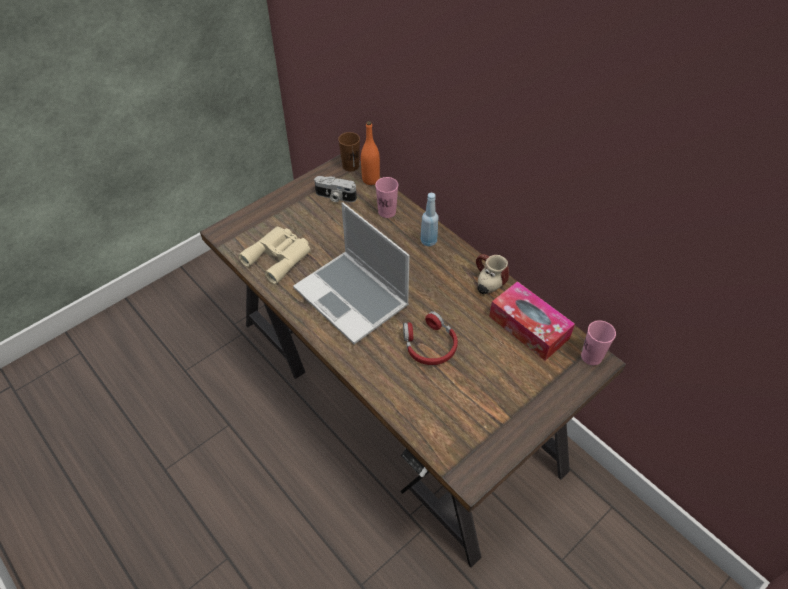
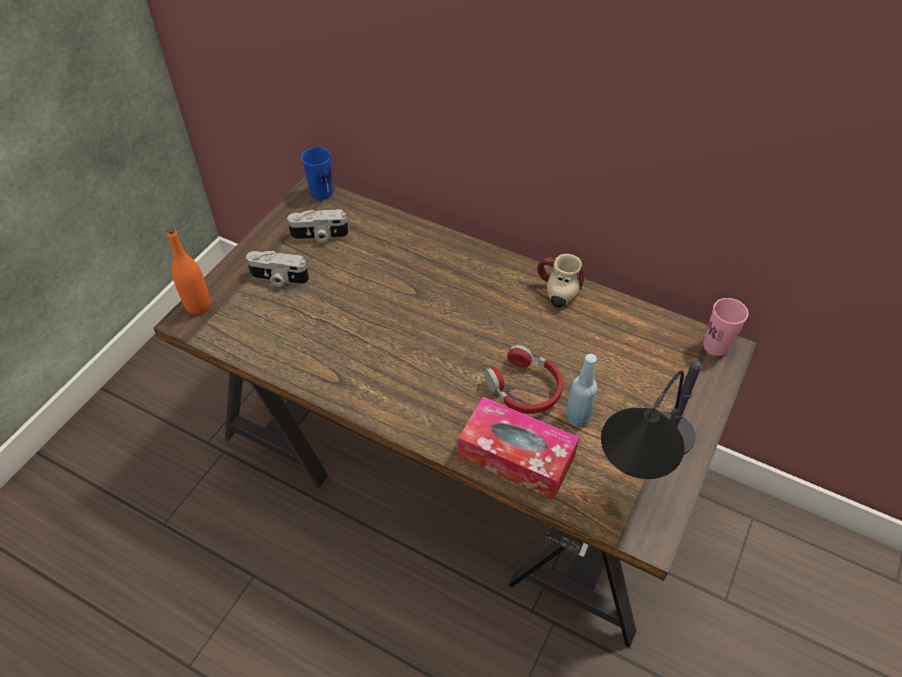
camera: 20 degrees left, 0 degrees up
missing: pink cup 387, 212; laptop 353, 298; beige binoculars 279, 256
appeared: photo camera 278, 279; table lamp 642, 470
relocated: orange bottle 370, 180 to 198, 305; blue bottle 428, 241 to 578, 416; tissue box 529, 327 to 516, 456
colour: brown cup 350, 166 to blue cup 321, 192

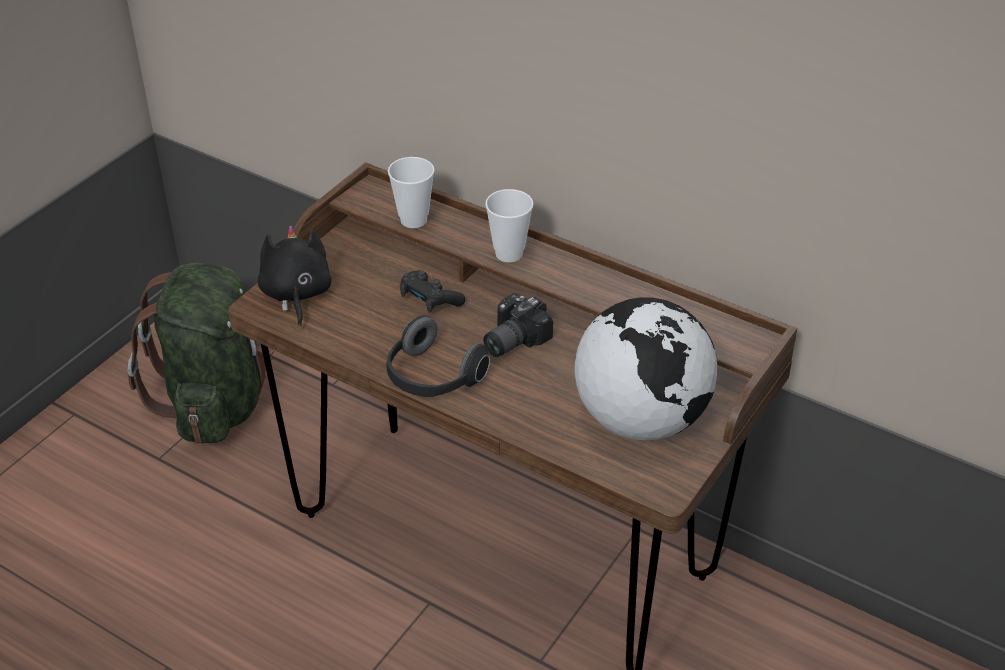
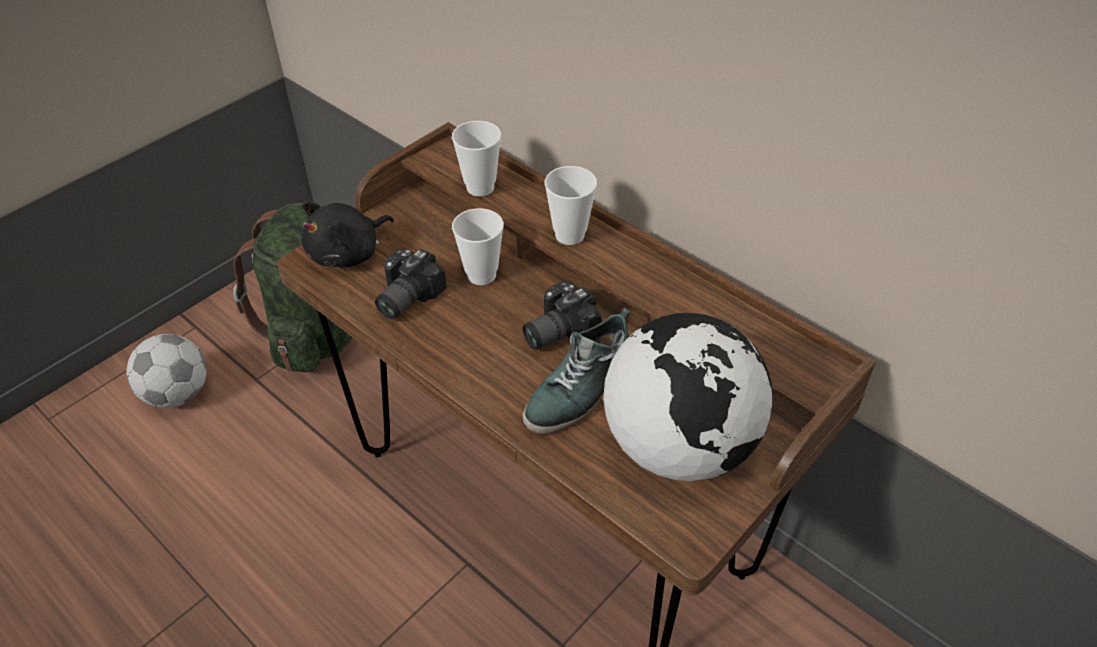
camera: 10 degrees right, 5 degrees up
missing: headphones 432, 378
appeared: photo camera 404, 297; shoe 580, 389; football 178, 393
exchanged: black game controller 429, 300 to cup 481, 275
spun: black plush toy 296, 294 = 348, 253 135 degrees counterclockwise

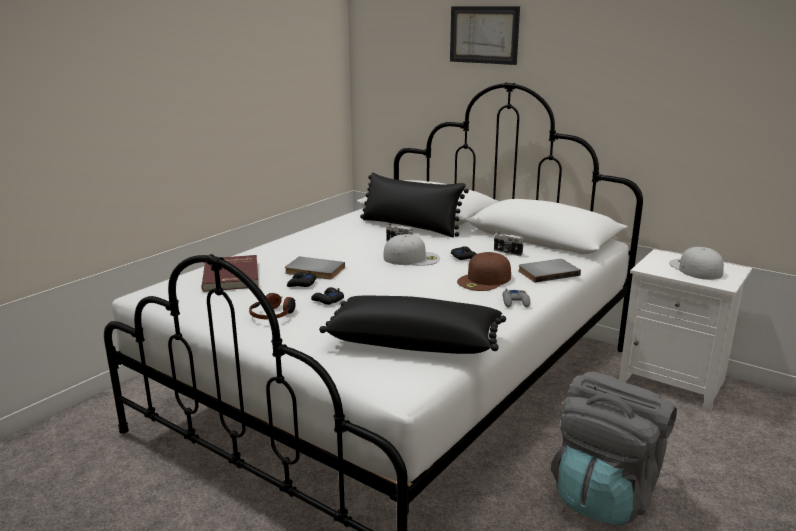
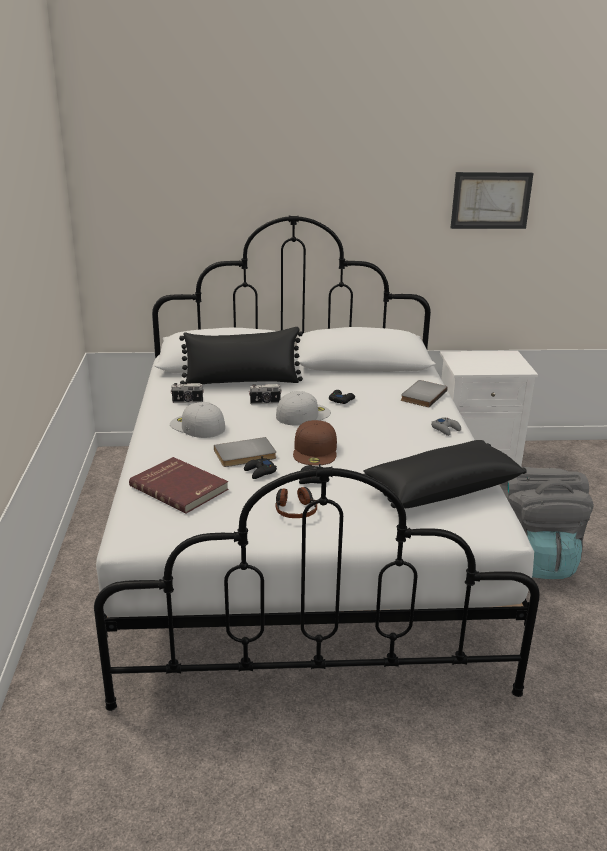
camera: 40 degrees left, 5 degrees up
relocated: picture 484, 35 to 491, 200; photo camera 507, 252 to 187, 401; white cap 694, 269 to 196, 426; brown cap 484, 280 to 315, 450

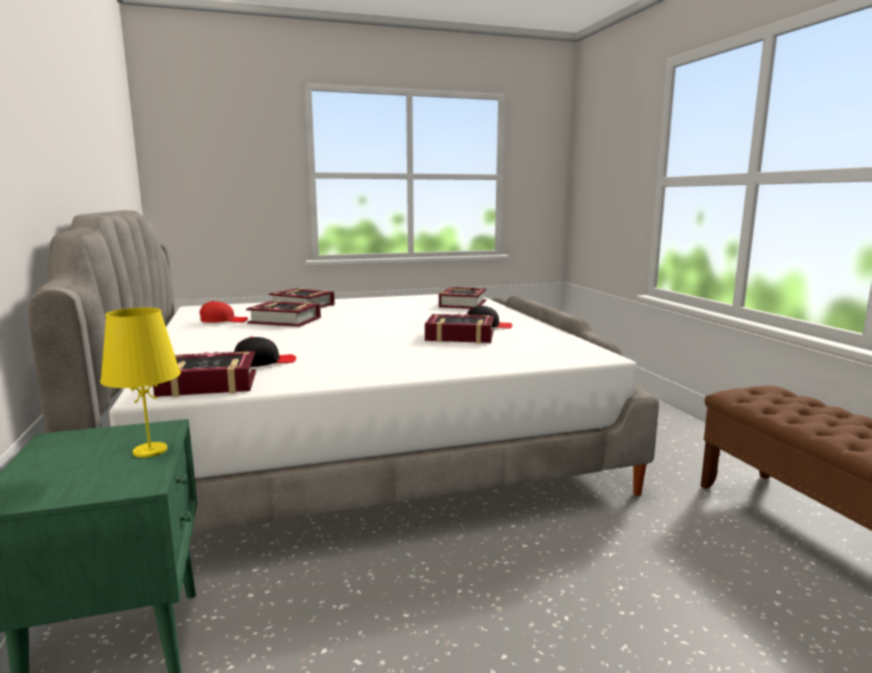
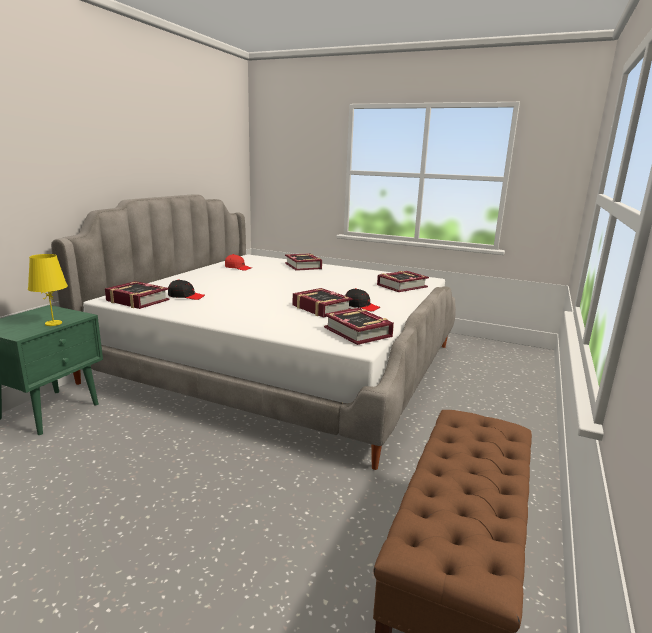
camera: 40 degrees right, 5 degrees up
relocated: book 285, 320 to 358, 332

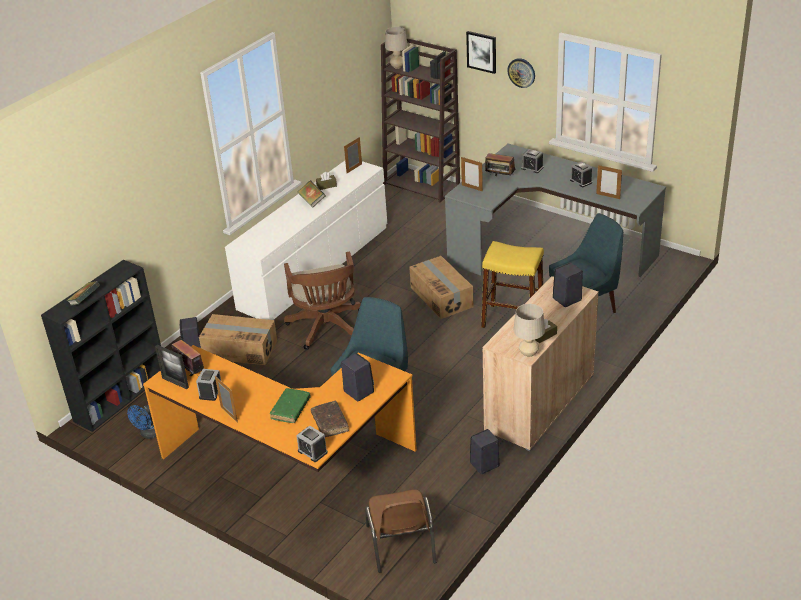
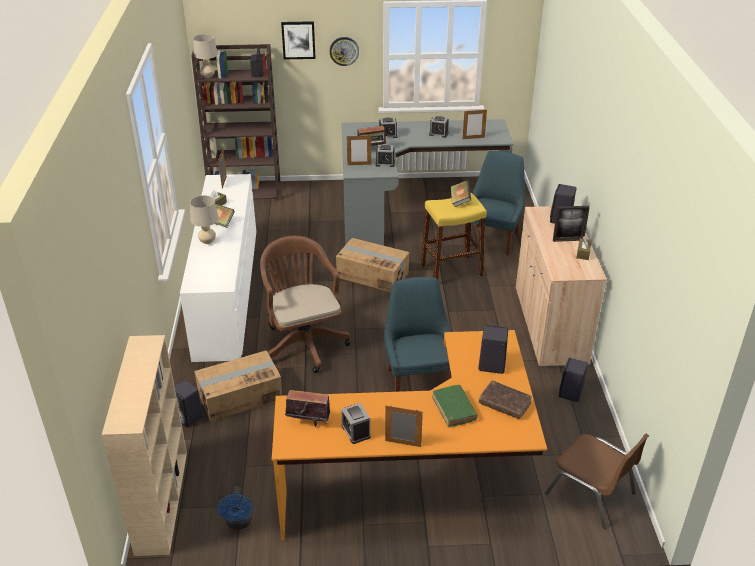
camera: 40 degrees left, 0 degrees up
relocated: book 85, 301 to 460, 201; beige table lamp 528, 353 to 207, 241; picture frame 175, 382 to 568, 240; alarm clock 312, 451 to 385, 163
colour: black bookcase 122, 396 to beige bookcase 161, 500
spun: brown office chair 327, 329 = 303, 342 150 degrees counterclockwise

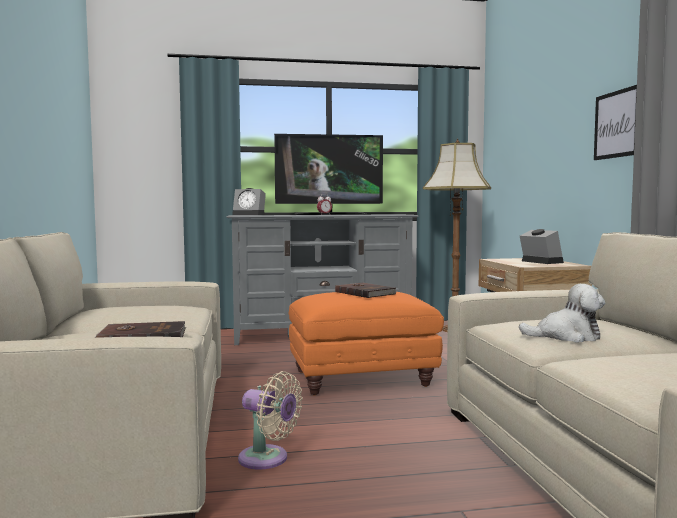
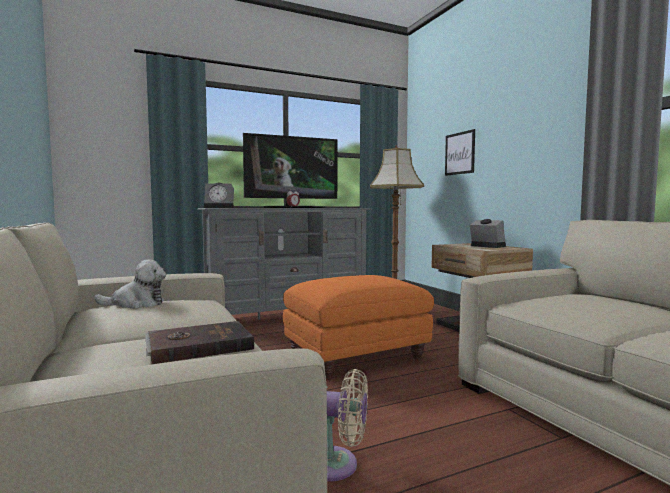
camera: 15 degrees left, 0 degrees up
missing: brown book 365, 293
relocated: picture 617, 124 to 460, 153; plush toy 566, 336 to 136, 304

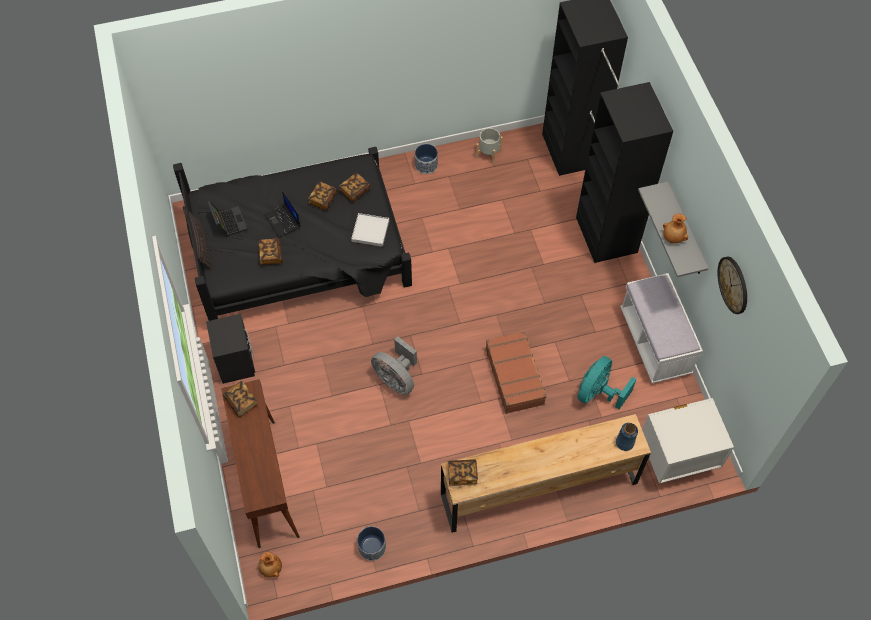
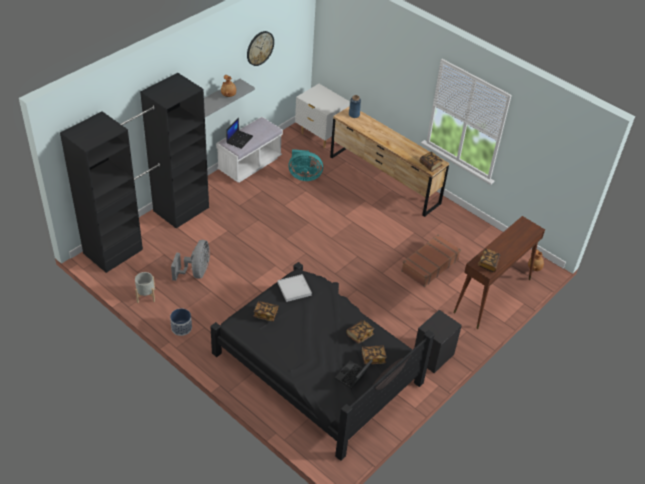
camera: 125 degrees left, 15 degrees down
missing: planter 372, 547
relocated: book 323, 200 to 373, 358; laptop 283, 221 to 239, 139; brown suitcase 515, 376 to 429, 265; grey fan 396, 379 to 196, 272

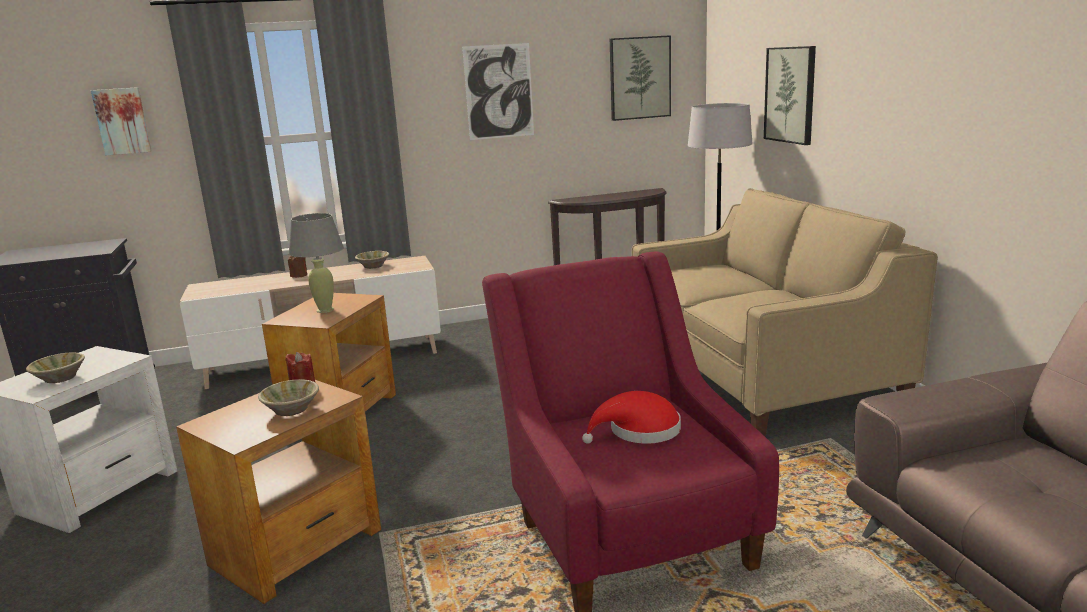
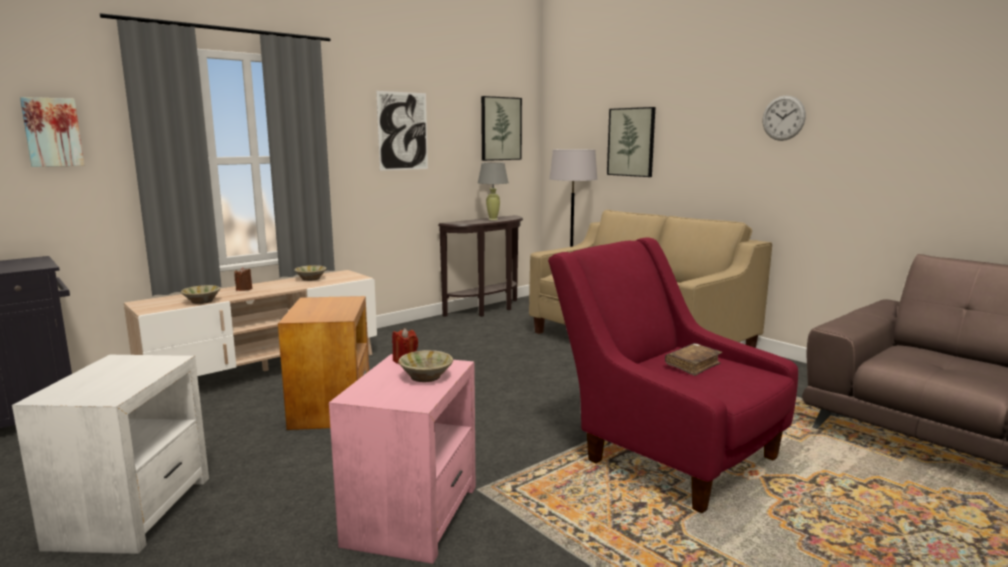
camera: 25 degrees left, 5 degrees down
appeared: wall clock 783, 118
relocated: grey table lamp 325, 310 to 493, 219; beige bowl 59, 378 to 201, 301
exchanged: red hat 639, 431 to brown book 693, 365
colour: brown side table 298, 547 to pink side table 413, 514

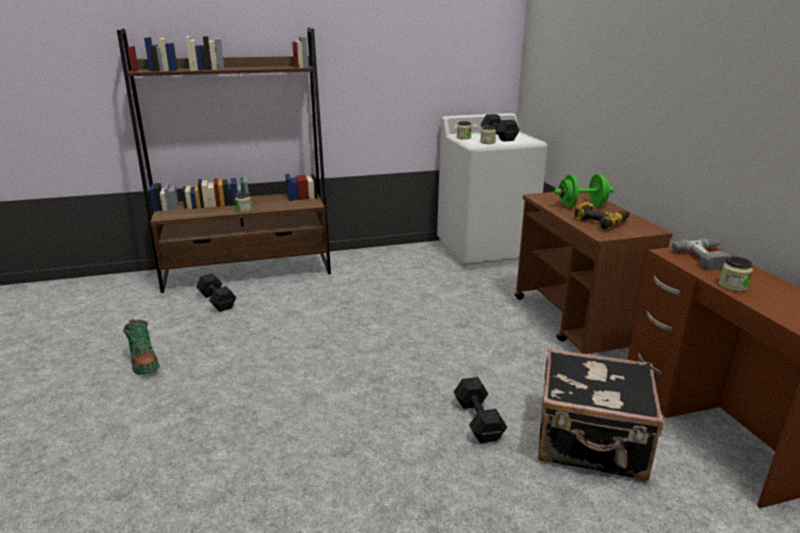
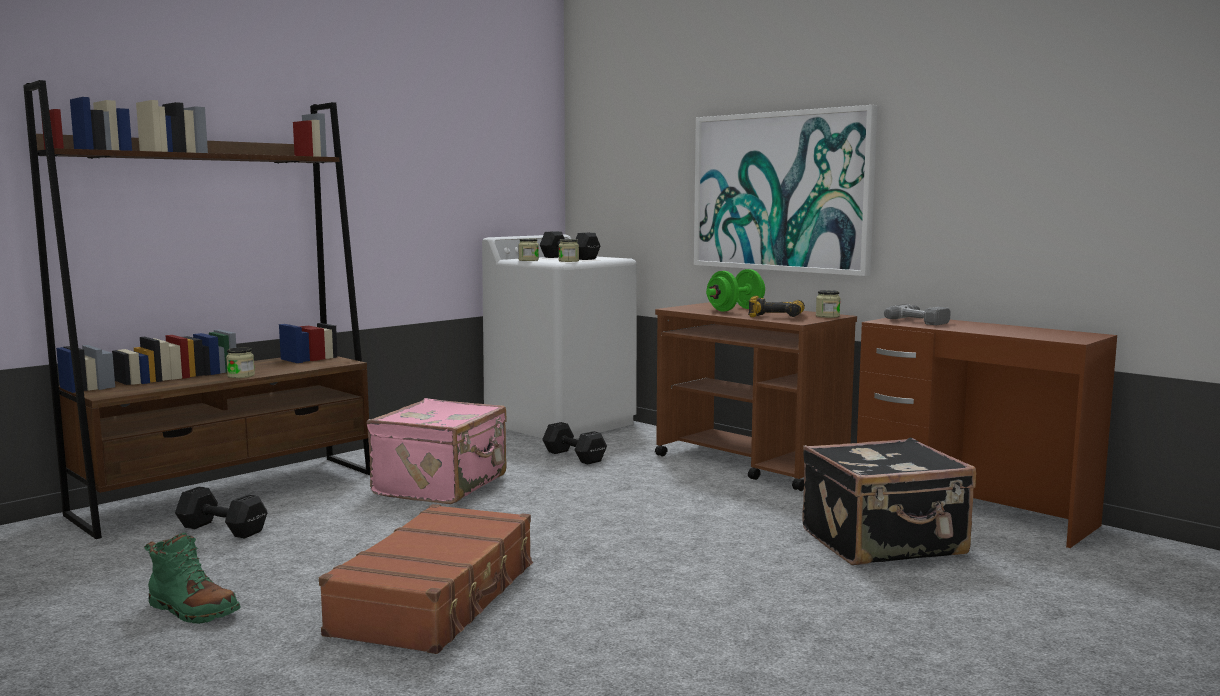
camera: 30 degrees left, 15 degrees down
appeared: picture 781, 191; pink suitcase 443, 485; brown suitcase 438, 598
relocated: jar 732, 286 to 827, 316; black dumbbell 478, 422 to 574, 457

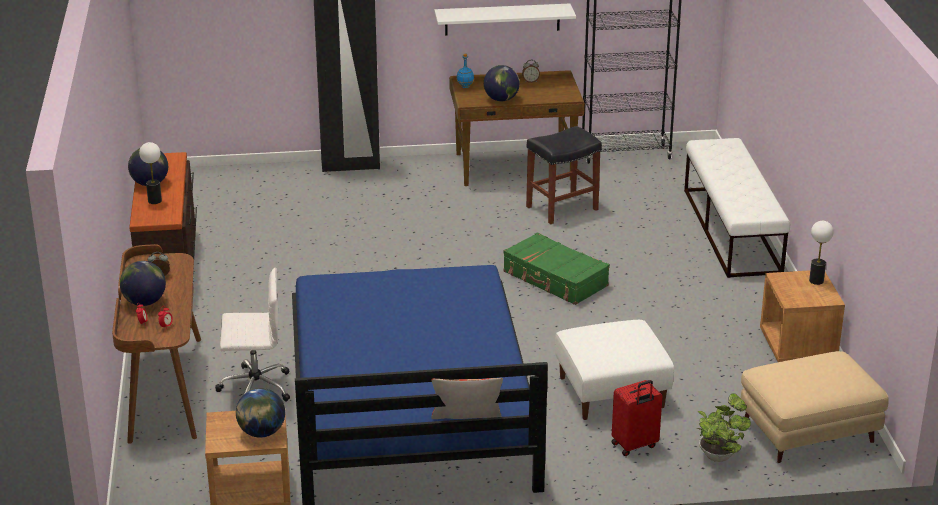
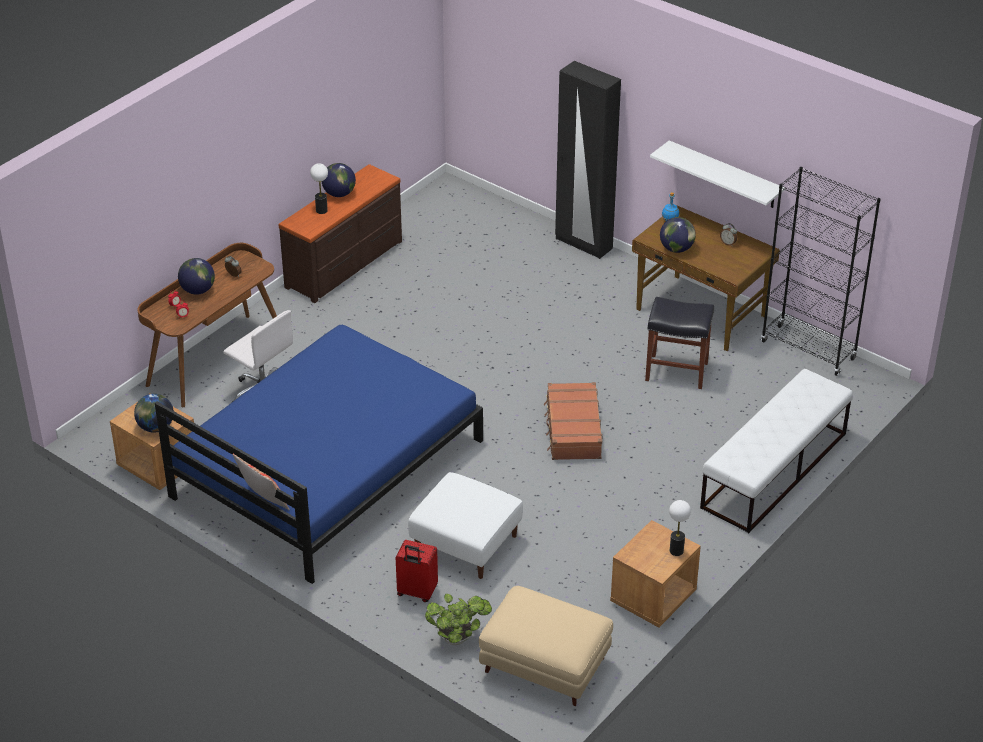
camera: 45 degrees right, 10 degrees up
colour: green suitcase 555, 279 to brown suitcase 573, 430

